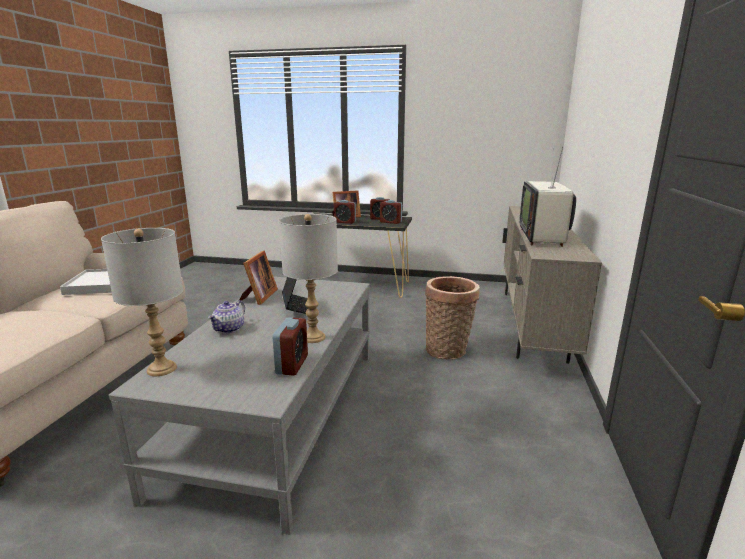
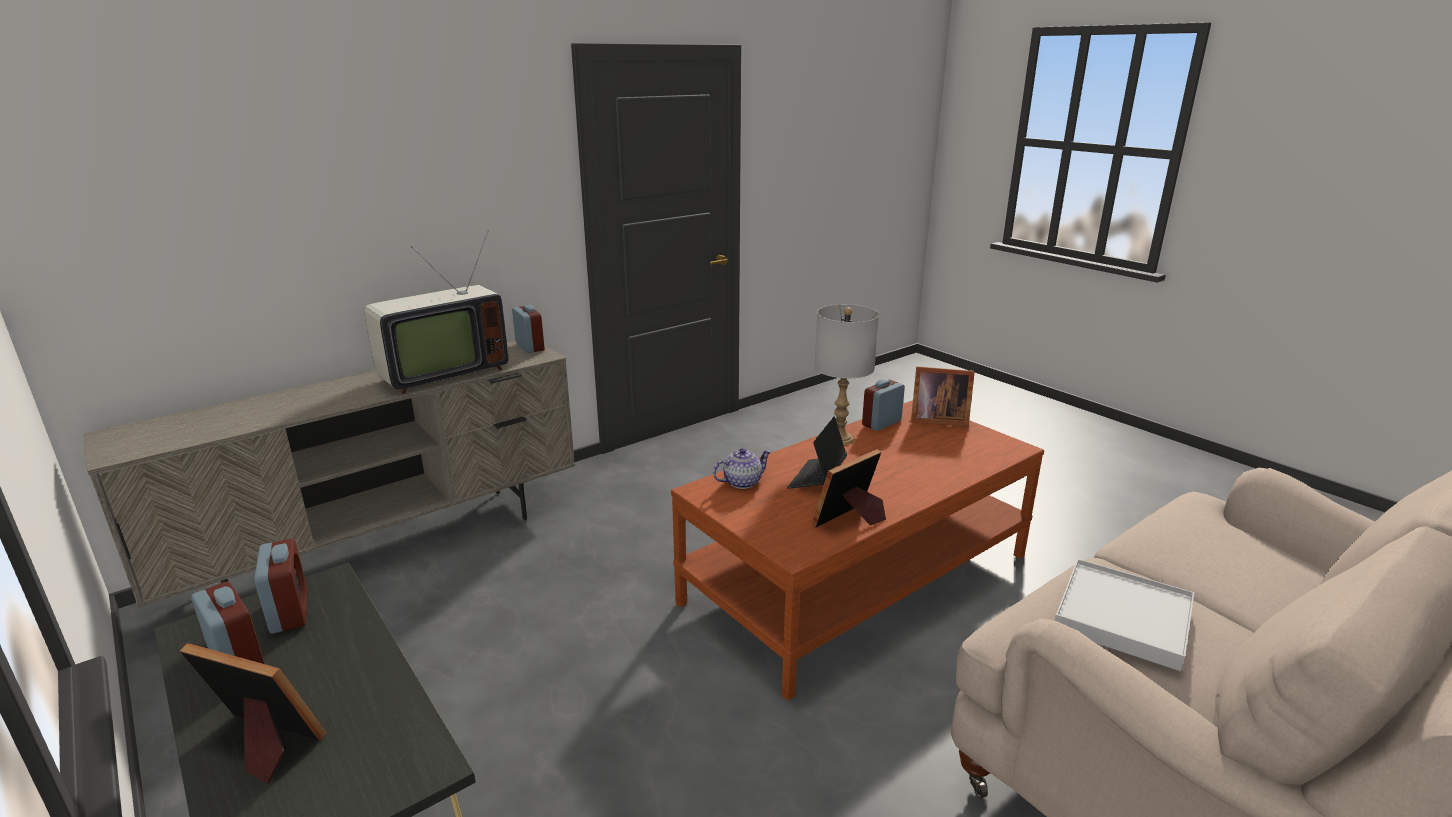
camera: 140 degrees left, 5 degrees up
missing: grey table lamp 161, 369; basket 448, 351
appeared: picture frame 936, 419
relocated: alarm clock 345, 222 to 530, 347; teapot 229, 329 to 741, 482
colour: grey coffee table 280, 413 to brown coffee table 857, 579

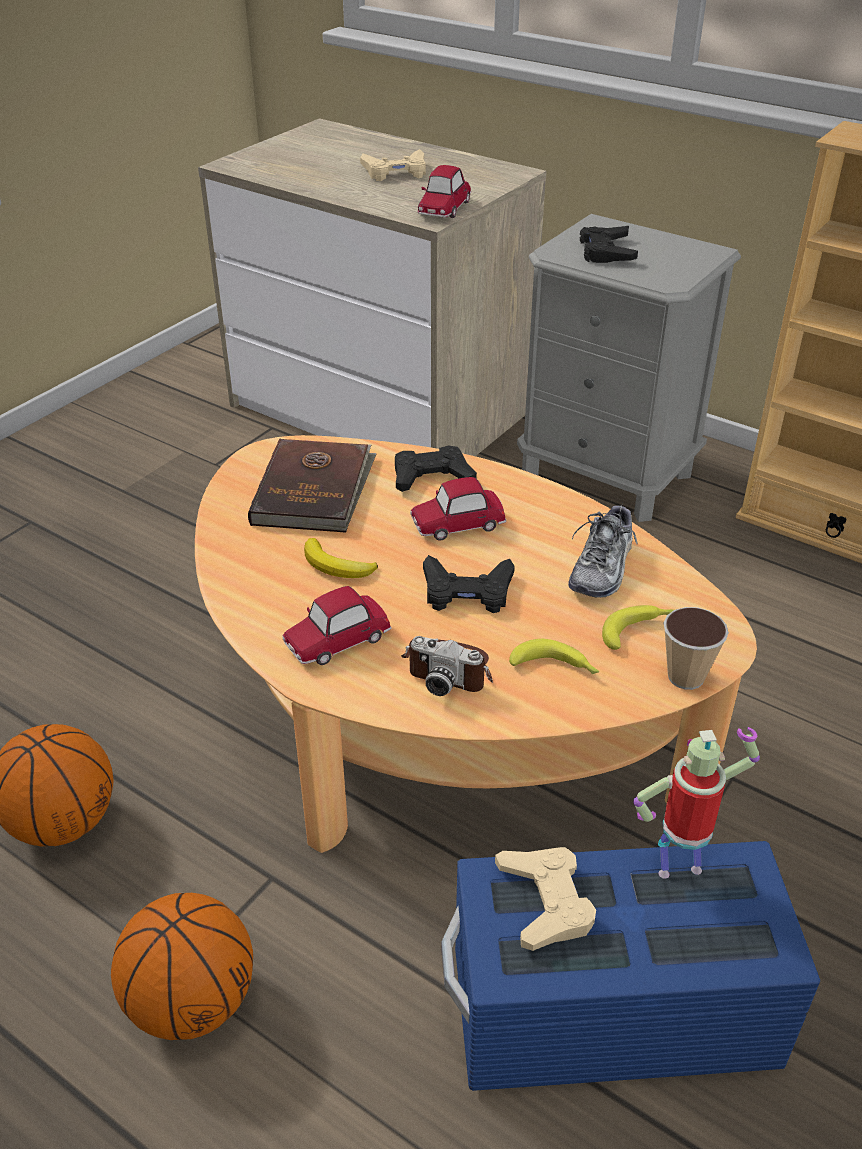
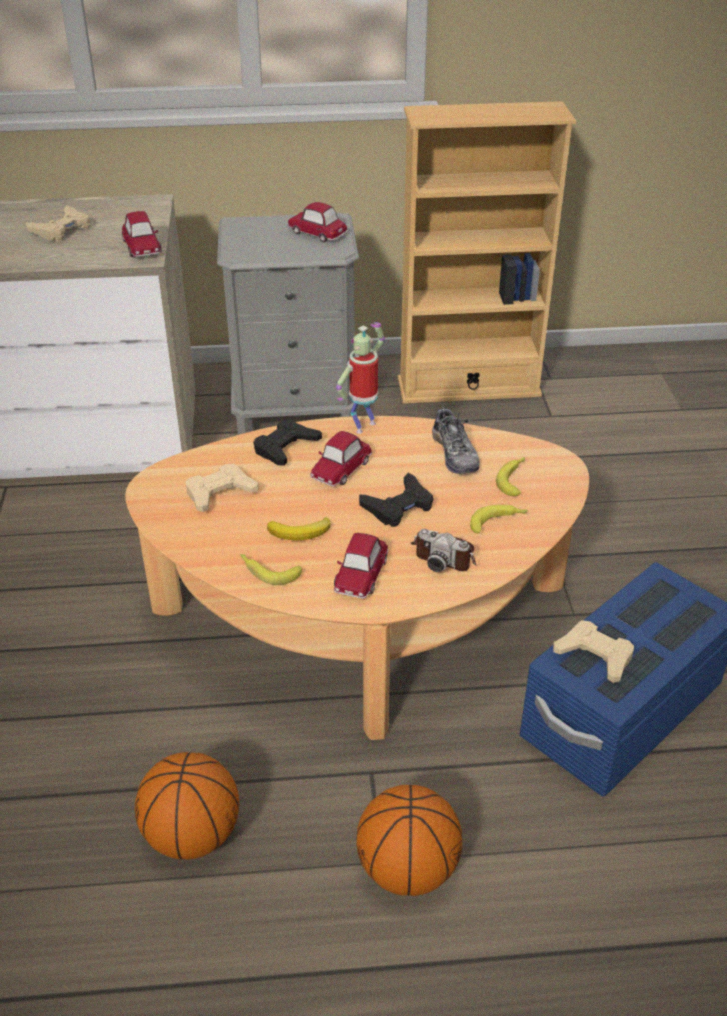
camera: 40 degrees left, 0 degrees up
missing: black game controller 606, 251; cup 685, 677
appeared: toy car 317, 233; banana 268, 571
relocated: toy robot 679, 865 to 363, 425
exchanged: brown book 314, 490 to beige game controller 220, 493
spun: photo camera 449, 669 = 445, 555 45 degrees clockwise

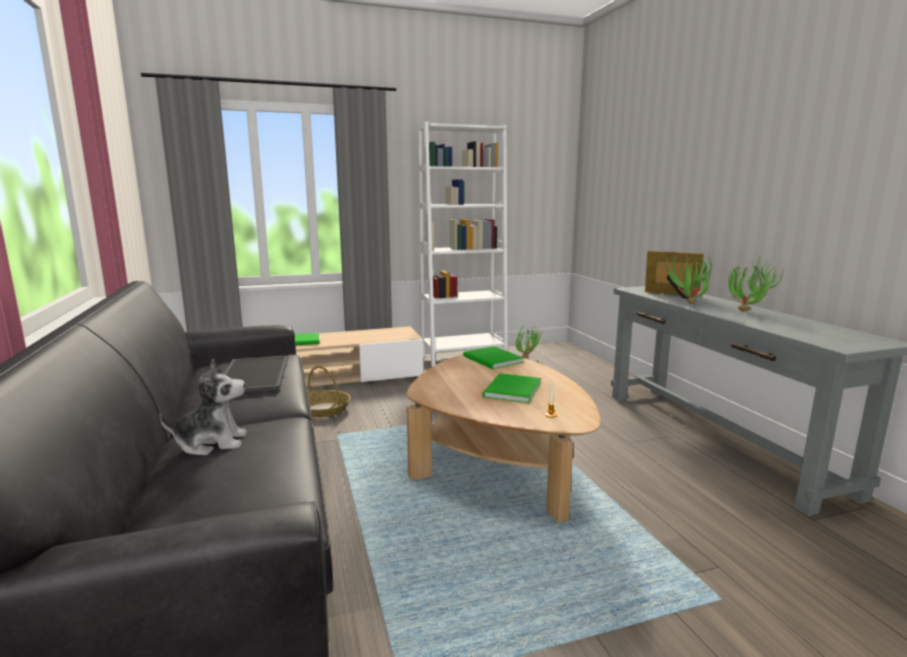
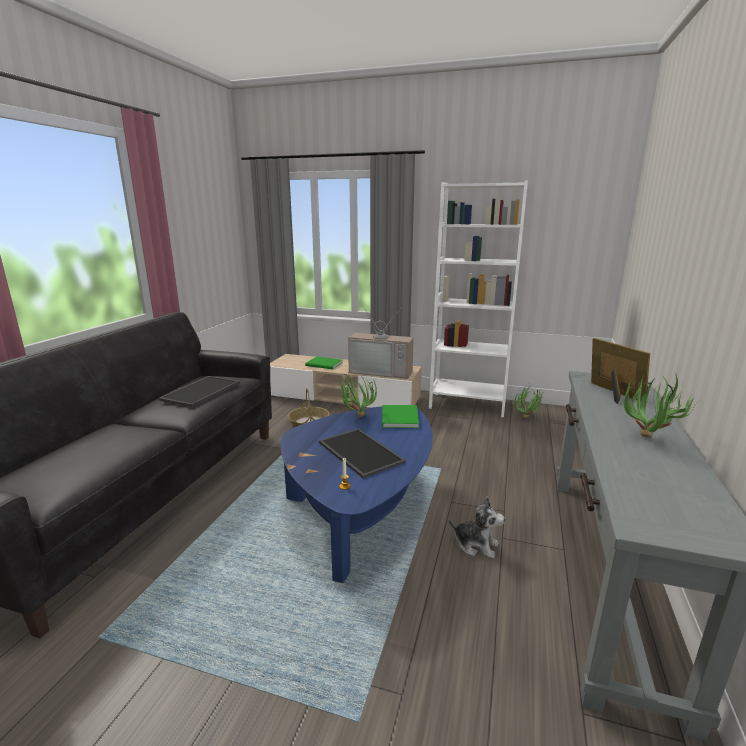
camera: 35 degrees right, 5 degrees up
appeared: television 382, 371
relocated: potted plant 688, 305 to 355, 417; plush toy 212, 443 to 476, 545
exchanged: green book 510, 390 to tray 358, 452
colour: brown coffee table 498, 463 to blue coffee table 361, 510

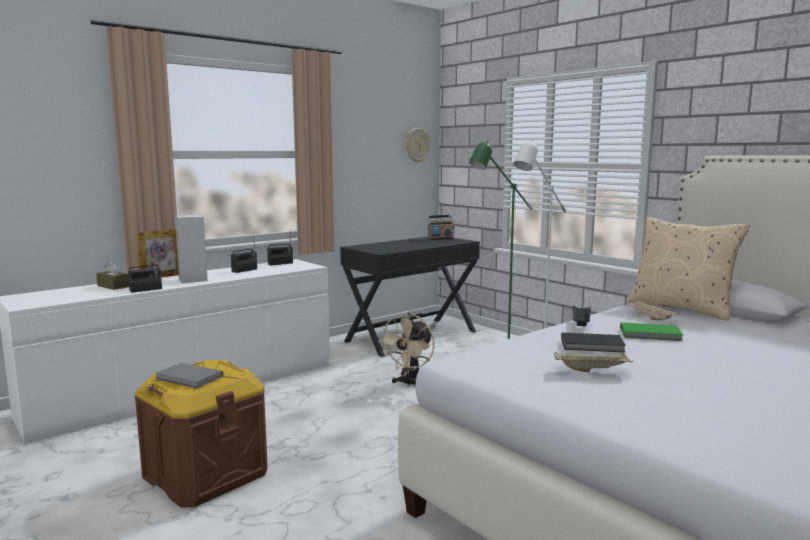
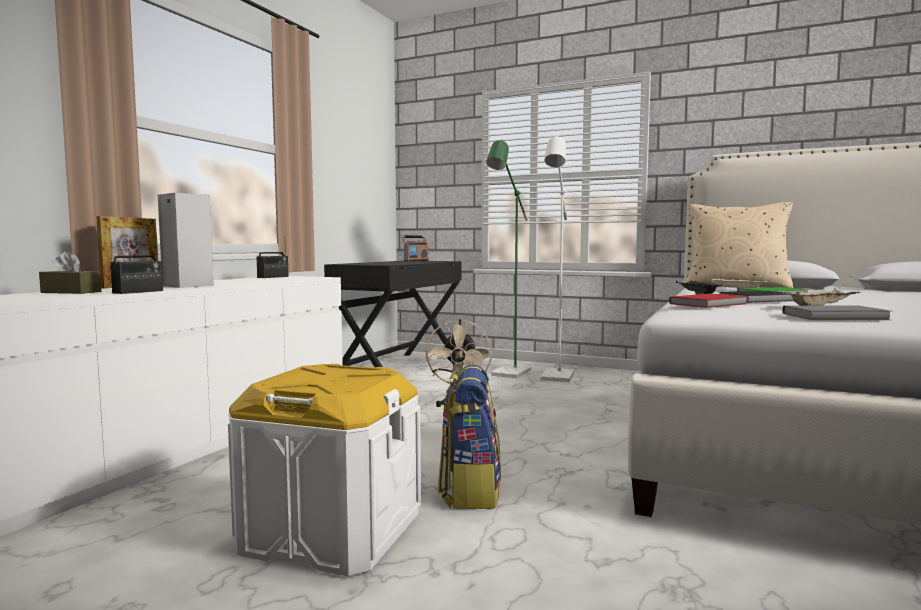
camera: 25 degrees left, 5 degrees down
missing: wall clock 417, 145; radio 244, 270
appeared: red book 710, 304; backpack 470, 491
relocated: grey book 189, 378 to 837, 317
colour: brown storage box 205, 475 to white storage box 331, 532

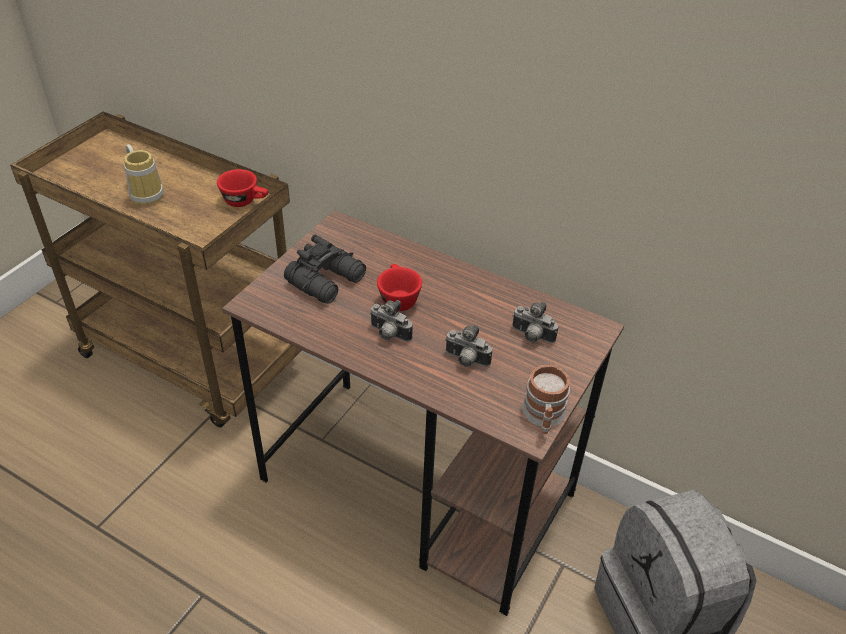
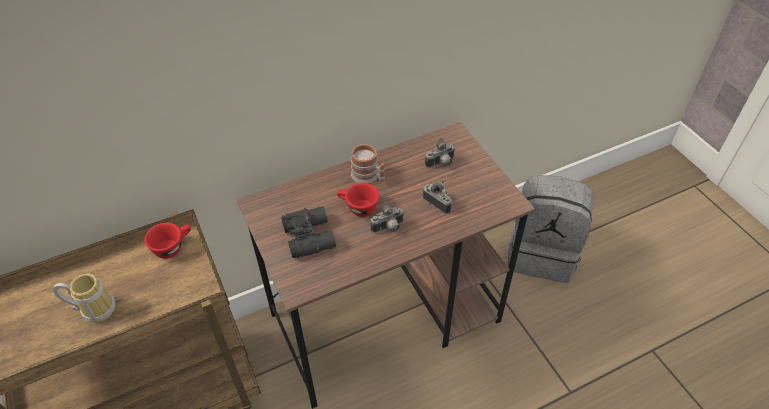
camera: 55 degrees left, 5 degrees up
relocated: mug 543, 416 to 368, 176
spun: photo camera 466, 360 = 438, 202 105 degrees counterclockwise

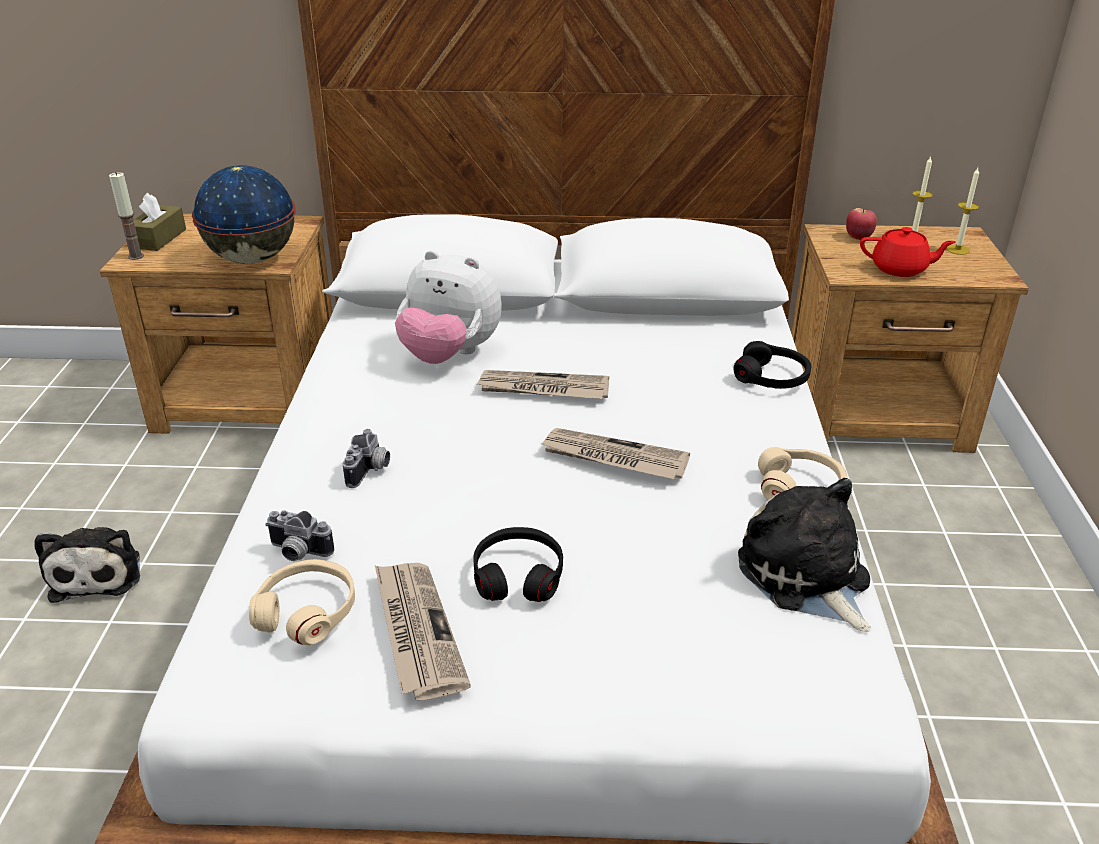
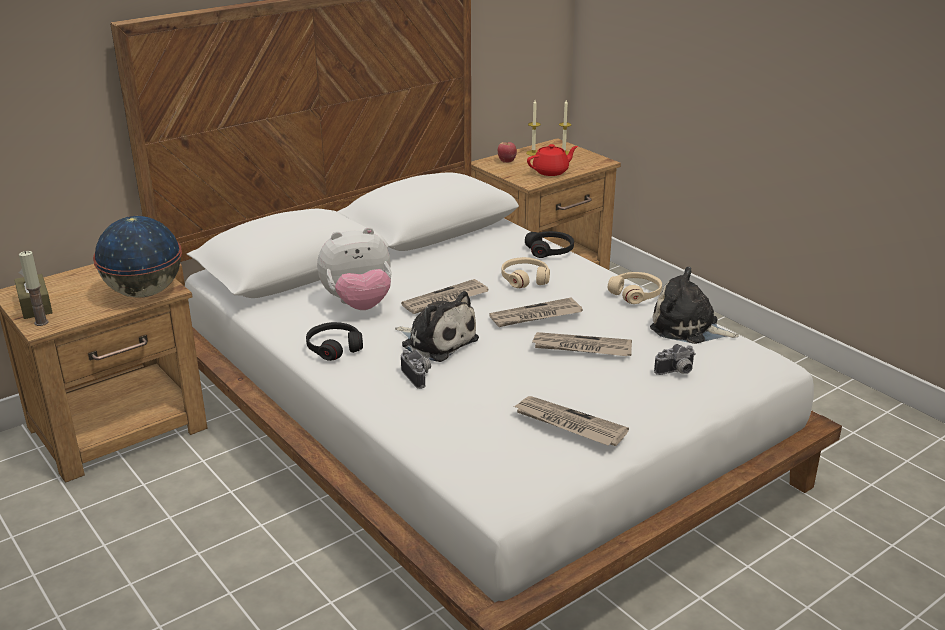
camera: 40 degrees left, 5 degrees down
appeared: newspaper 581, 348
relocated: photo camera 297, 553 to 676, 372; plush toy 98, 573 to 437, 341; black headphones 518, 575 to 334, 347; beige headphones 307, 611 to 525, 279

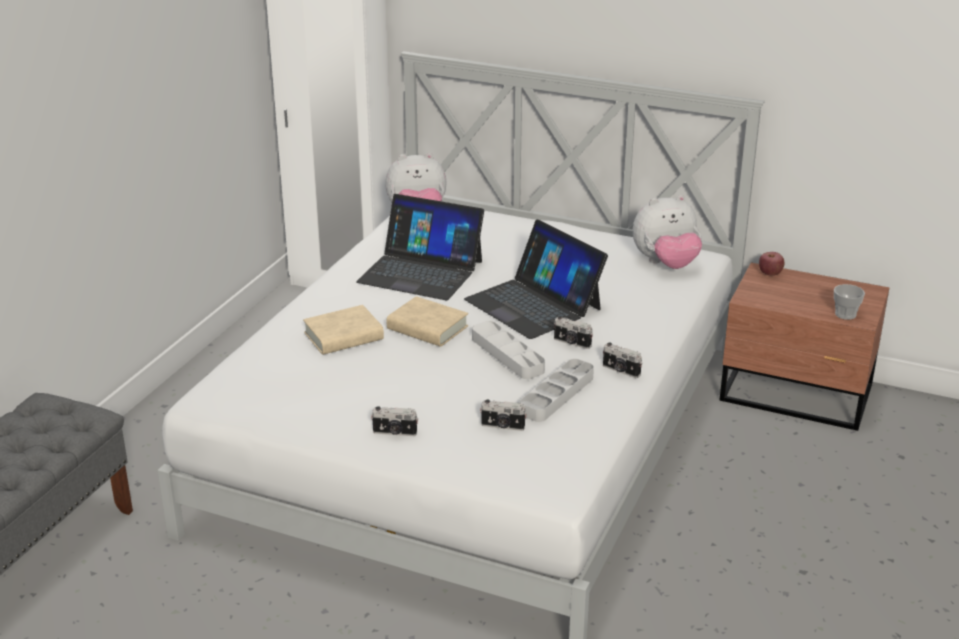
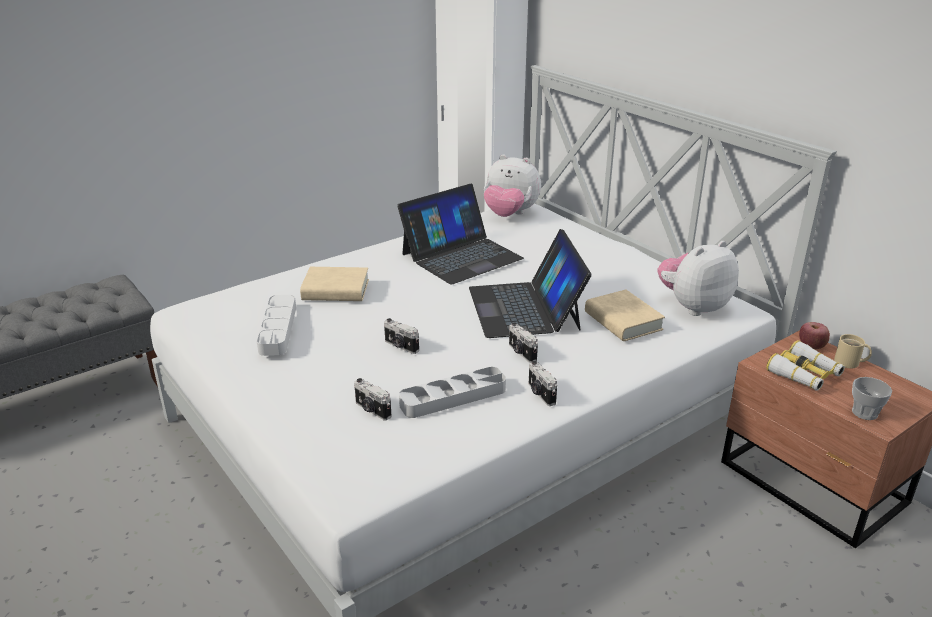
camera: 30 degrees right, 0 degrees up
appeared: beige mug 849, 363; binoculars 804, 374
relocated: beige book 427, 328 to 623, 321; grey tray 507, 354 to 278, 329; photo camera 394, 433 to 401, 346
spun: laptop 421, 271 = 461, 256 90 degrees counterclockwise; plush toy 666, 264 = 693, 306 135 degrees clockwise

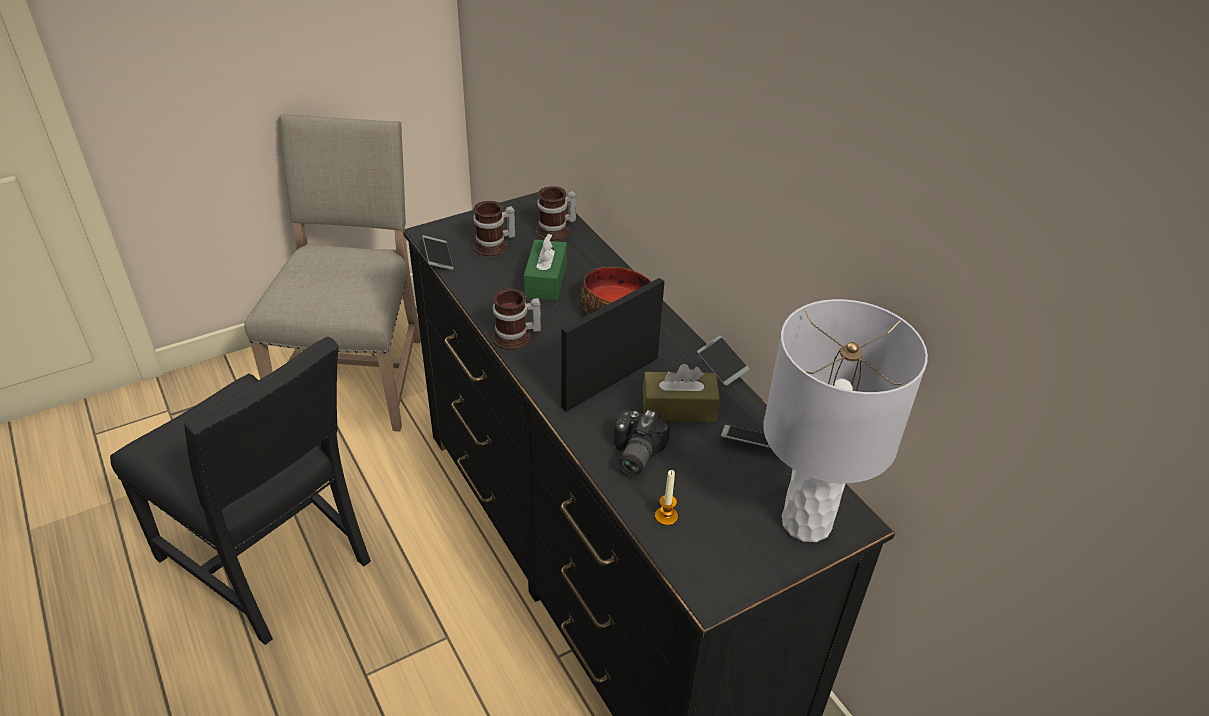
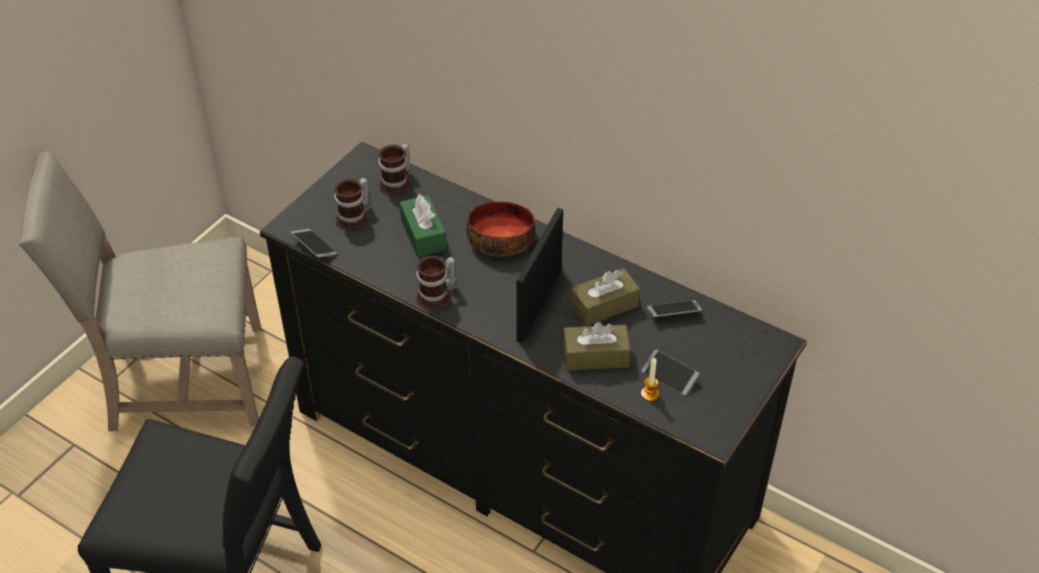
camera: 25 degrees left, 5 degrees up
missing: grey table lamp 807, 522
relocated: phone 722, 365 to 669, 376
exchanged: photo camera 633, 454 to brown tissue box 595, 356
spun: beige chair 356, 374 = 181, 381 75 degrees counterclockwise

